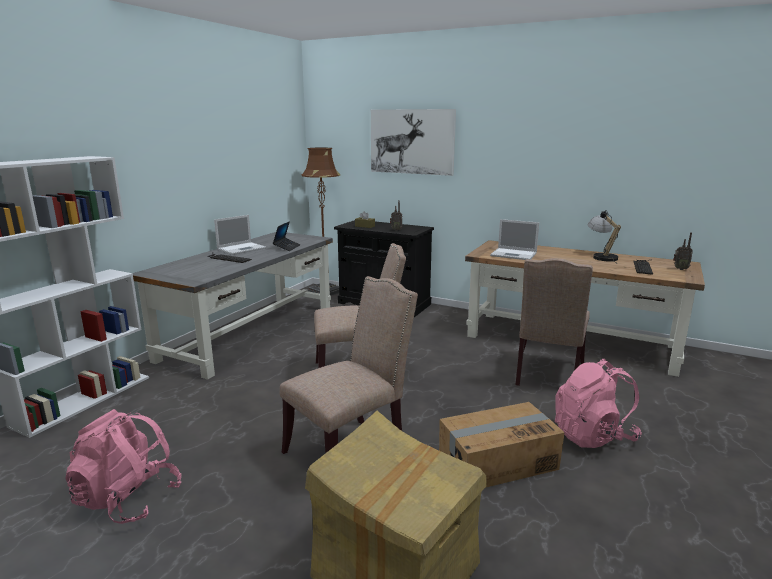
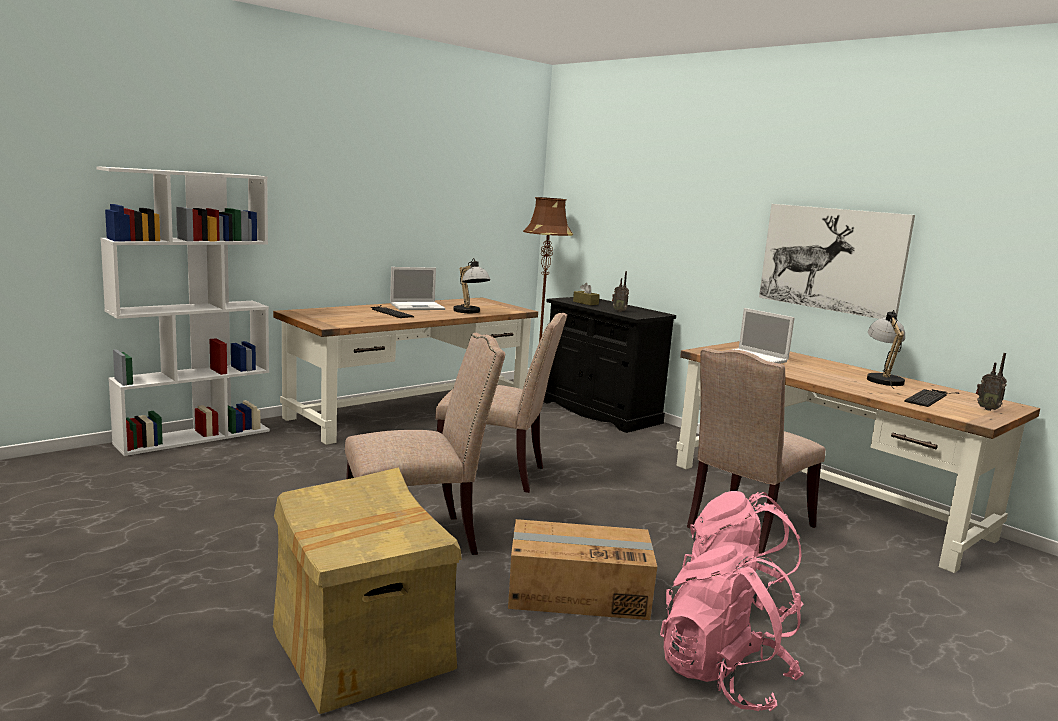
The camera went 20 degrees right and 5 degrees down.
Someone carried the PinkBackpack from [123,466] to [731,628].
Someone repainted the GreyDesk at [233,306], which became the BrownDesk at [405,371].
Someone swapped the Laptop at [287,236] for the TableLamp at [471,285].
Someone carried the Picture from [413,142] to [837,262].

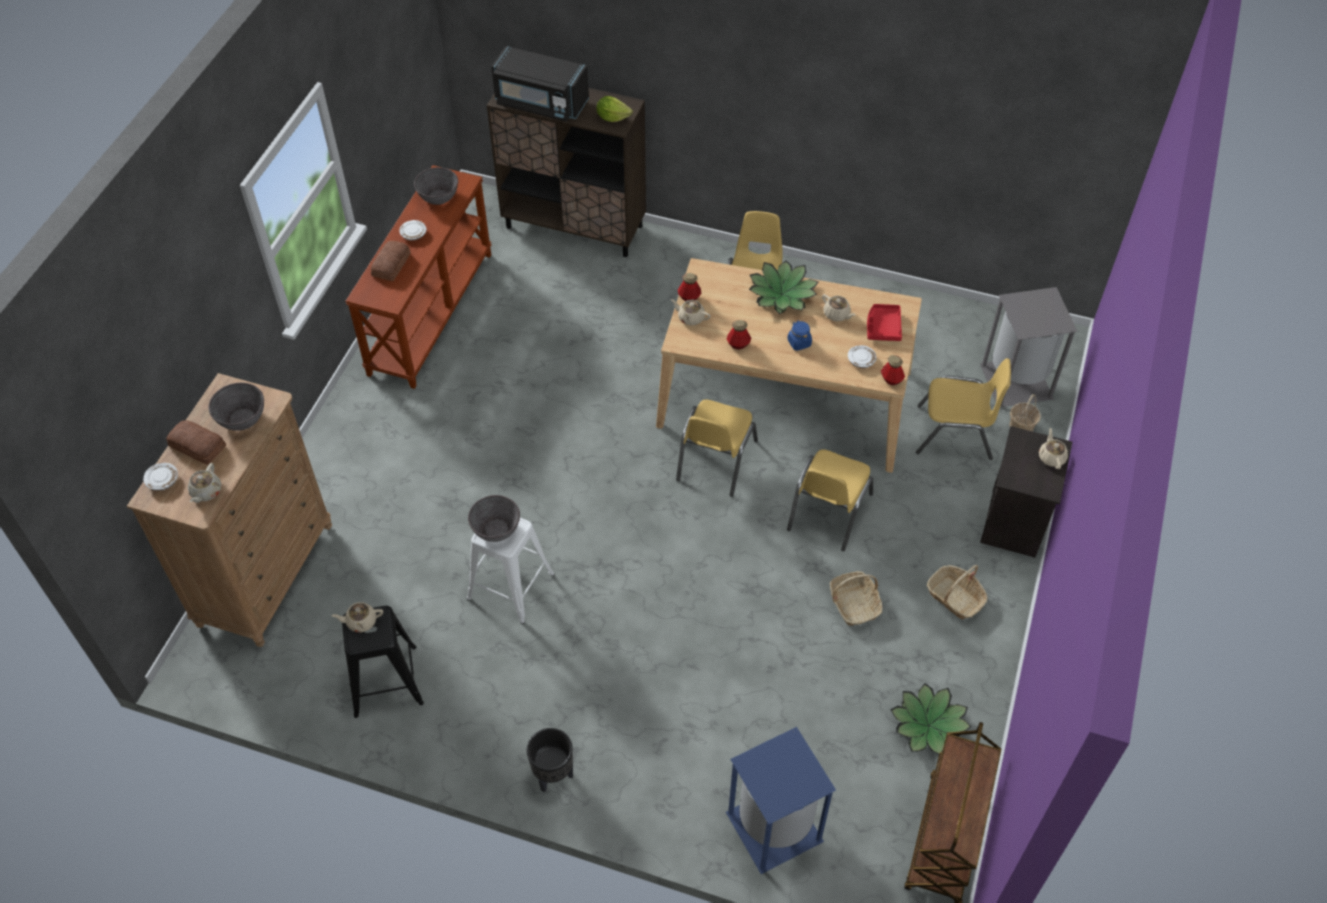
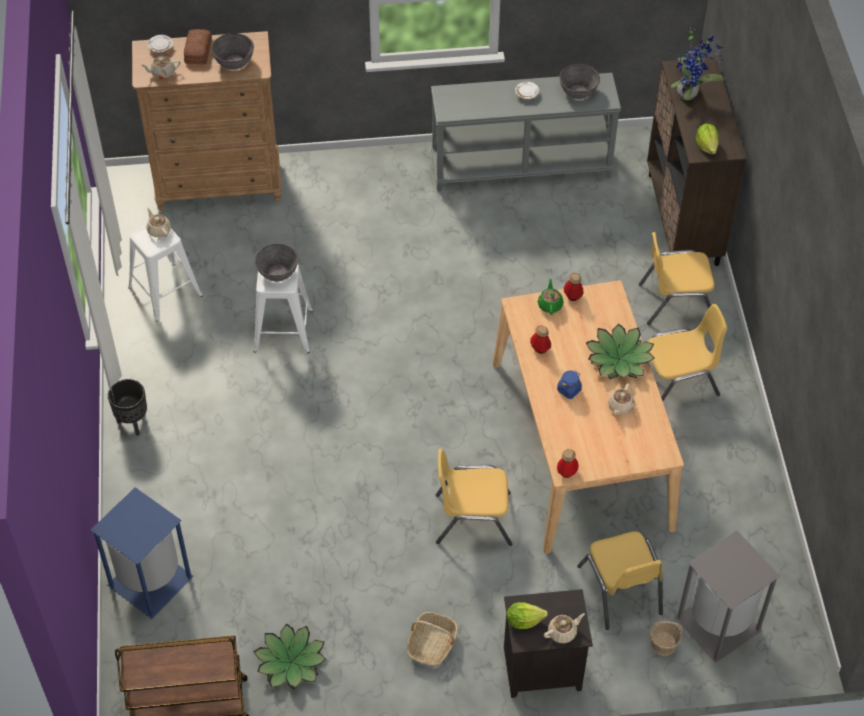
The camera went 65 degrees right and 0 degrees up.
Someone repainted the BlackStool at [383,662], which became the WhiteStool at [165,273].
Someone repainted the BrownConsoleTable at [418,277], which became the GreyConsoleTable at [526,132].
Someone took away the Bread at [391,261].
Someone swapped the BlackMicrowave at [540,84] for the PottedPlant at [697,64].
Someone repainted the BeigeTeapot at [691,312], which became the GreenTeapot at [550,296].
Someone carried the YellowChair from [717,448] to [677,278].
Someone took away the Basket at [856,598].
Someone took away the WhitePlate at [862,356].
Someone took away the RedTray at [884,322].
Someone put down the Lettuce at [527,615].

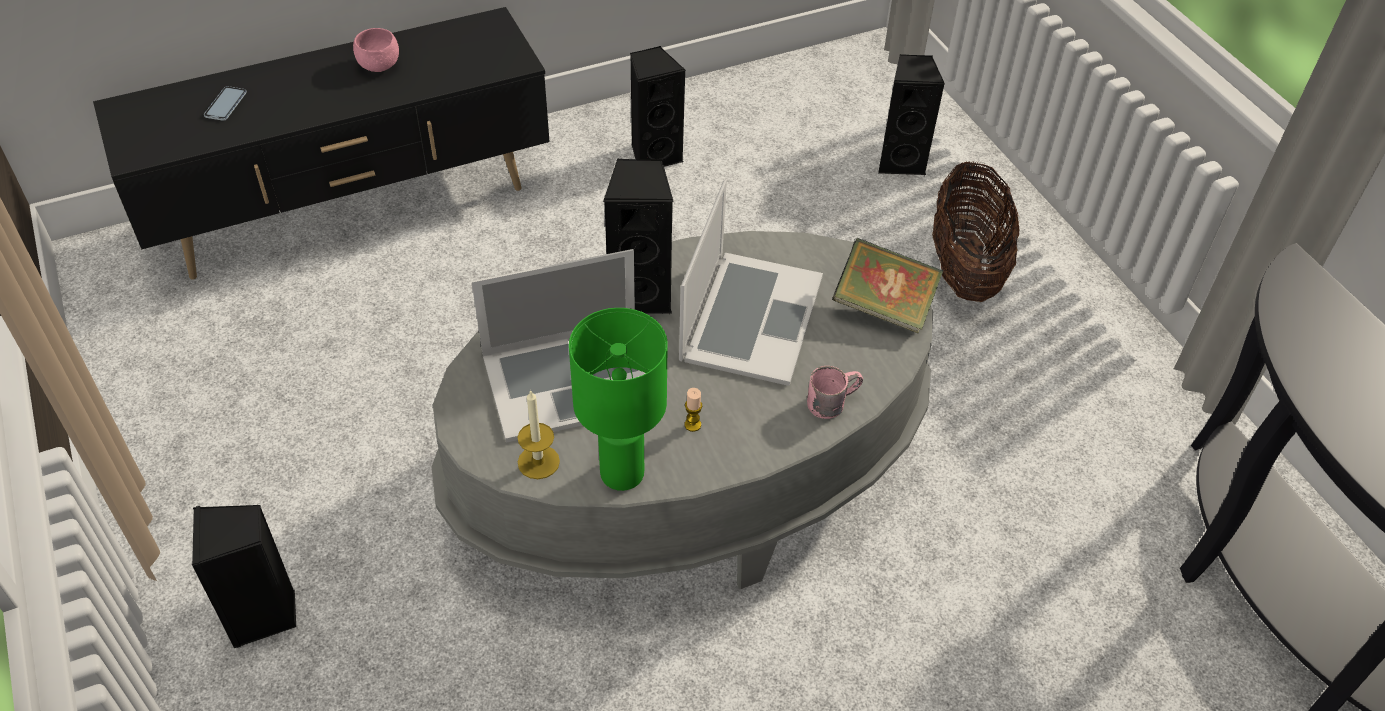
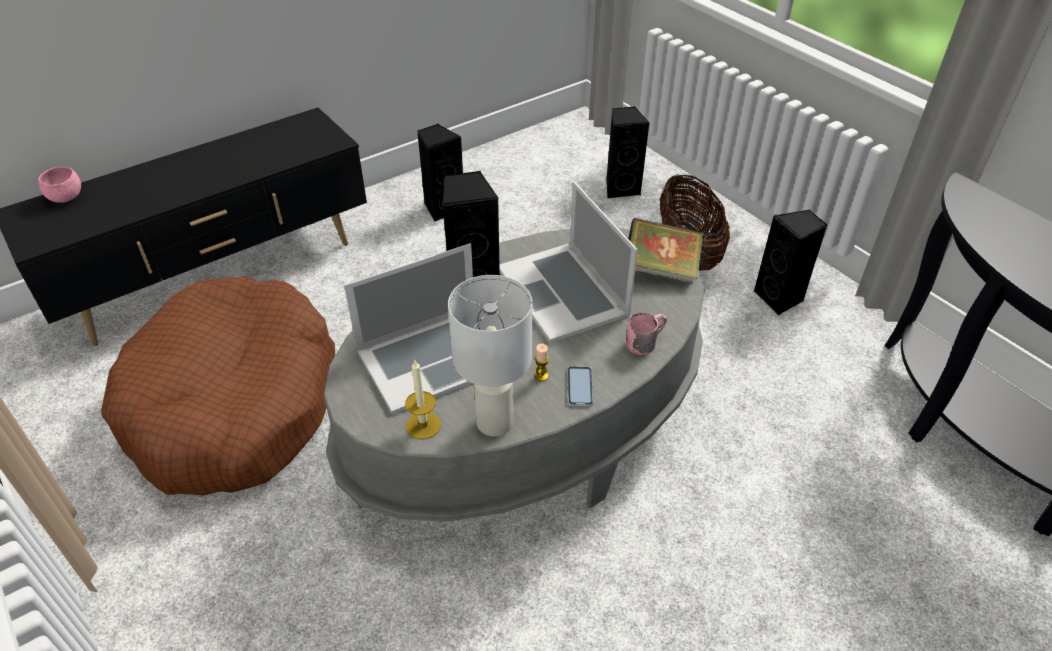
The camera went 10 degrees left and 5 degrees down.
Someone carried the BlackSpeaker from [244,576] to [791,262].
Someone carried the Phone from [225,103] to [580,386].
Someone carried the PinkBowl from [376,50] to [59,185].
Someone repainted the GreenTableLamp at [618,399], which became the WhiteTableLamp at [490,356].
Someone rotated the Laptop at [751,283] by 150 degrees clockwise.
Someone put down the BrownDogBed at [218,385].

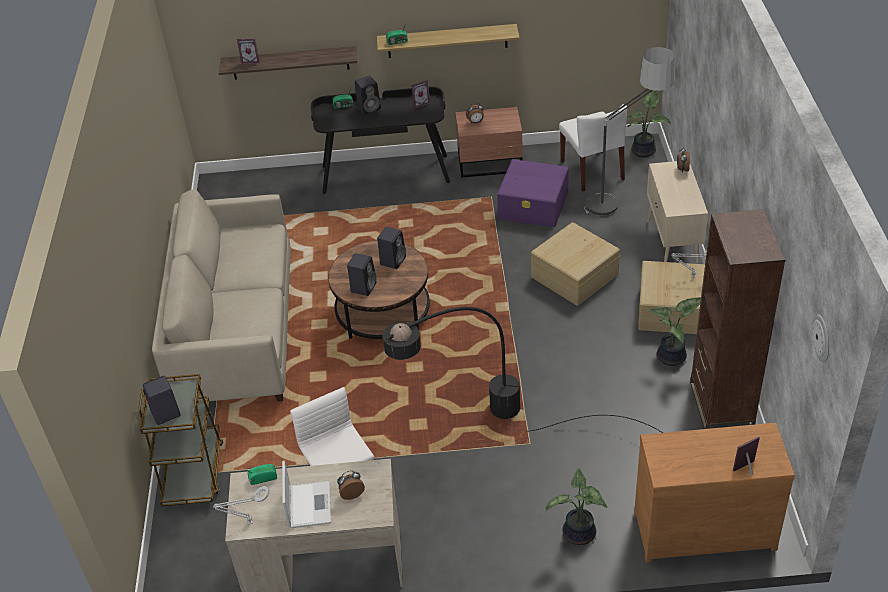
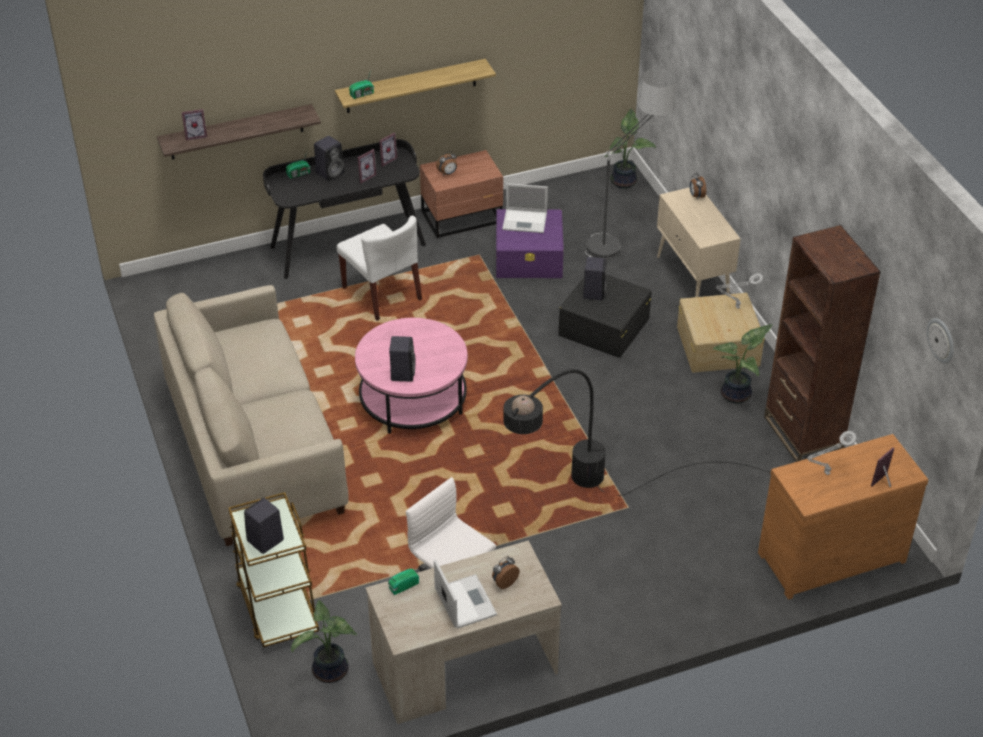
The camera went 20 degrees left and 0 degrees up.
Someone carried the GreyTableLamp from [241,505] to [832,453].
Someone repainted the BrownCoffeeTable at [379,289], which became the PinkCoffeeTable at [411,376].
Someone carried the BlackSpeaker from [391,248] to [595,278].
Someone repainted the BeigeStorageBox at [575,264], which became the BlackStorageBox at [605,316].
Someone carried the PottedPlant from [577,506] to [324,641].
Someone carried the WhiteChair from [593,147] to [379,268].
Someone put down the PictureFrame at [367,166].
Someone put down the Laptop at [525,208].

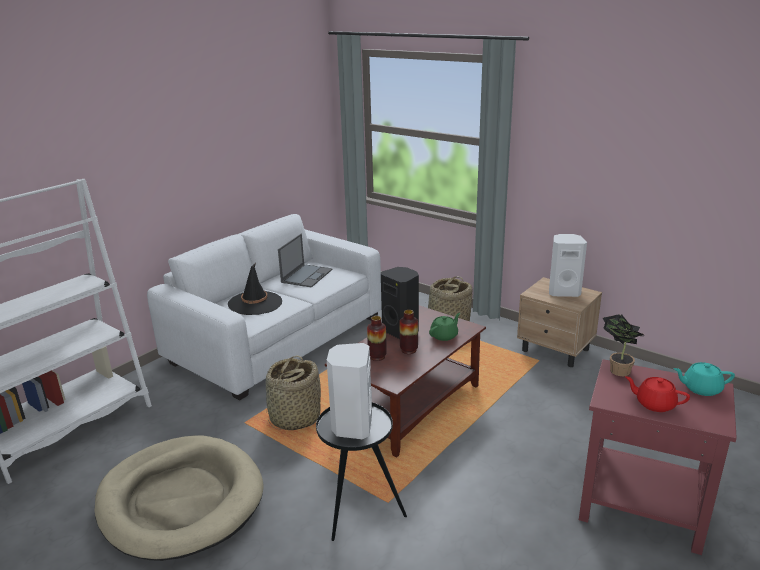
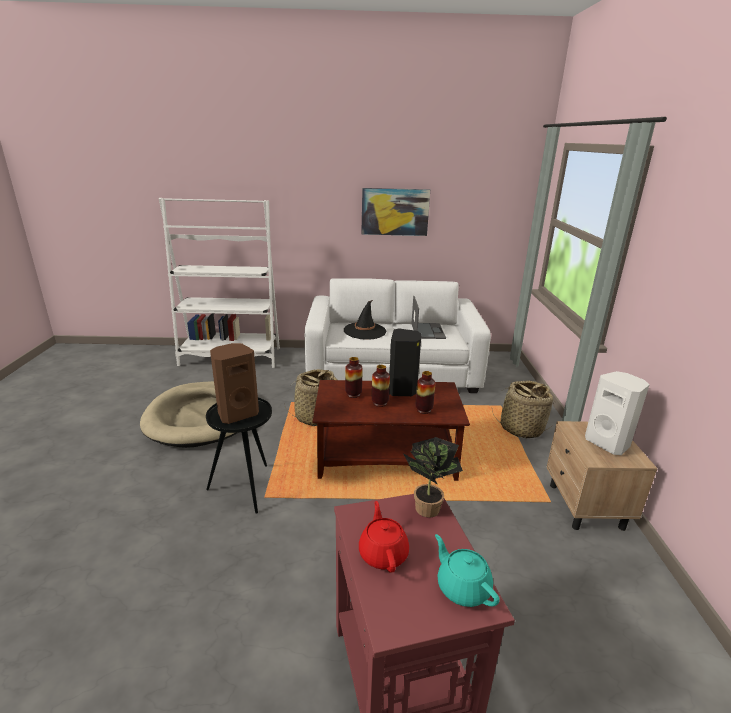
The camera went 50 degrees right and 0 degrees up.
Someone rotated the Laptop at [305,261] by 75 degrees counterclockwise.
Someone repainted the WhiteSpeaker at [349,391], which became the BrownSpeaker at [234,383].
Someone swapped the GreenTeapot at [444,327] for the Vase at [425,392].
Someone put up the Picture at [395,212].

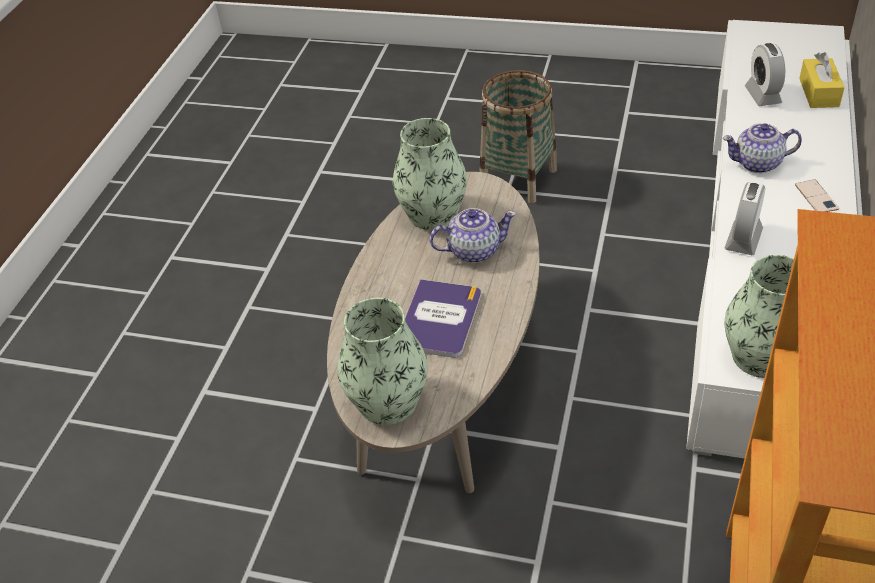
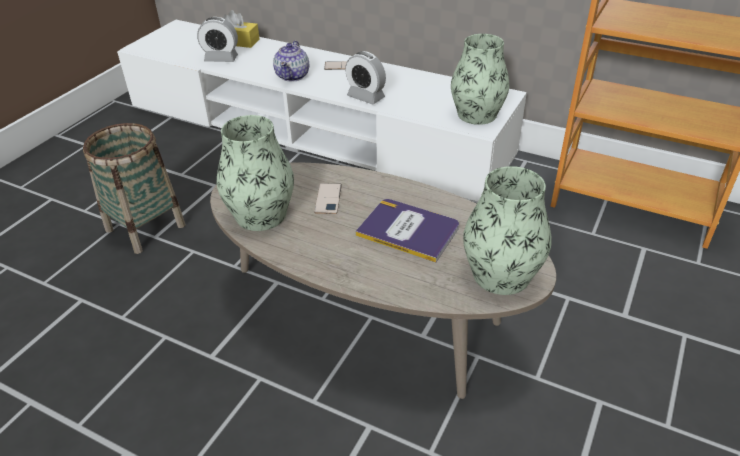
The camera went 80 degrees left and 5 degrees down.
Someone swapped the Teapot at [472,235] for the Phone at [328,198].

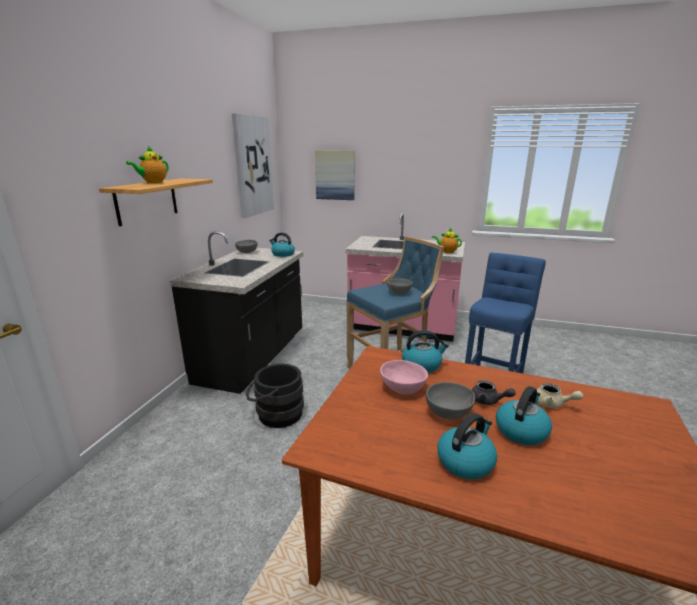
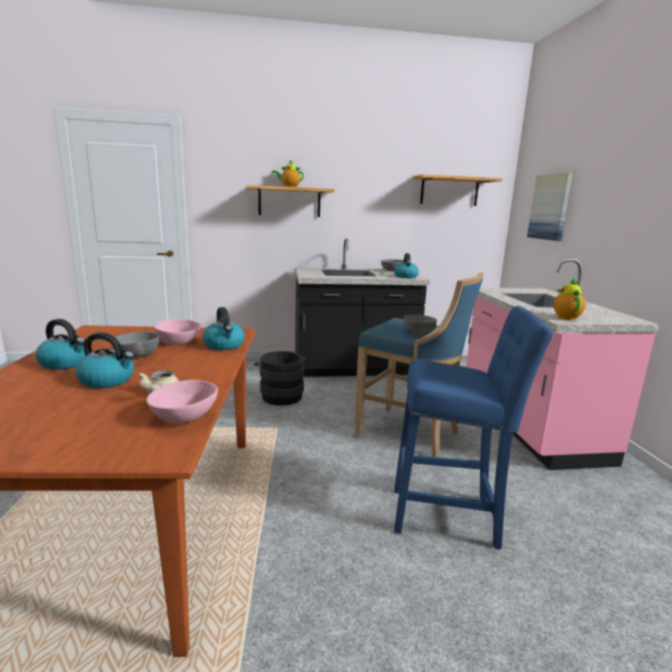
The camera went 65 degrees right and 5 degrees down.
Someone swapped the Picture at [253,165] for the Shelf at [458,190].
Someone took away the GreyTeapot at [494,392].
Someone put down the PinkBowl at [182,401].

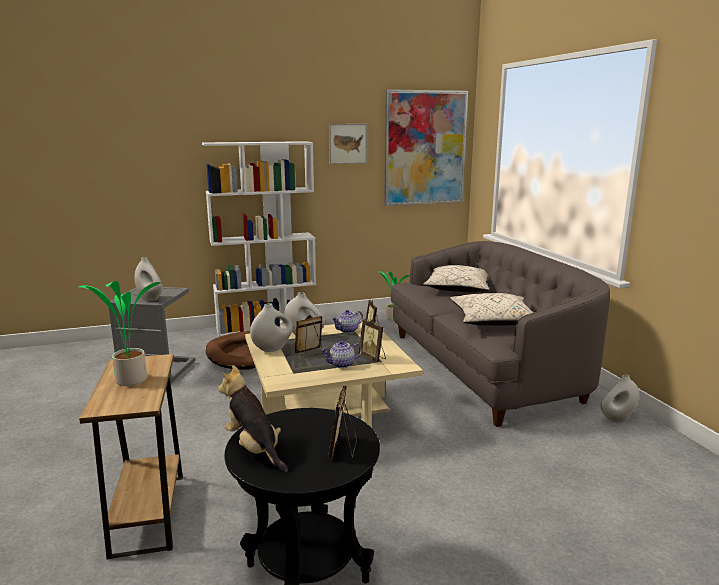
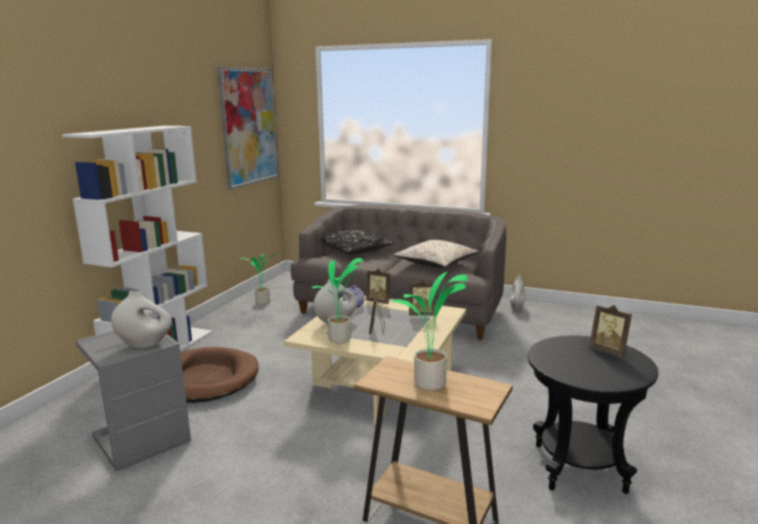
The camera went 50 degrees left and 0 degrees up.
Someone took away the PlushToy at [253,419].
Someone swapped the WhiteVase at [271,327] for the PottedPlant at [337,300].
Someone took away the Teapot at [341,354].
Someone took away the Picture at [348,144].
Someone repainted the BeigePillow at [456,278], which became the BlackPillow at [358,242].

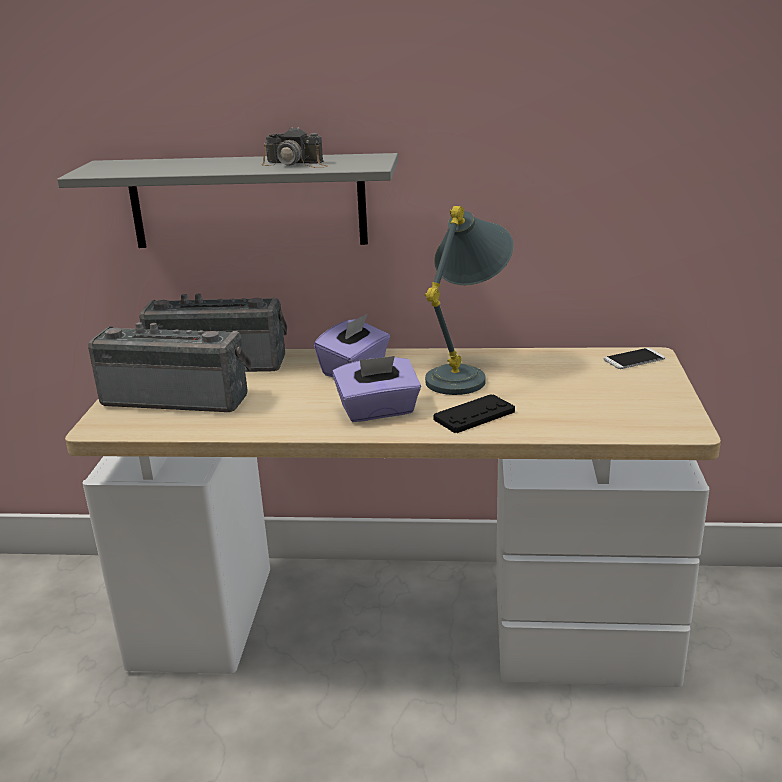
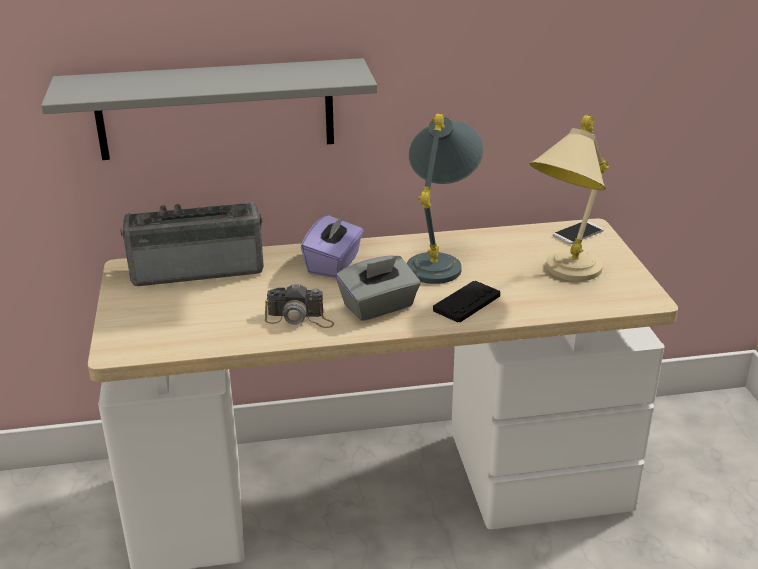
The camera went 15 degrees left and 5 degrees up.
Someone took away the Radio at [170,367].
Someone carried the PhotoCamera from [295,147] to [299,305].
Someone repainted the PurpleTissueBox at [376,389], which became the GreyTissueBox at [378,288].
Someone put down the BeigeTableLamp at [570,198].

